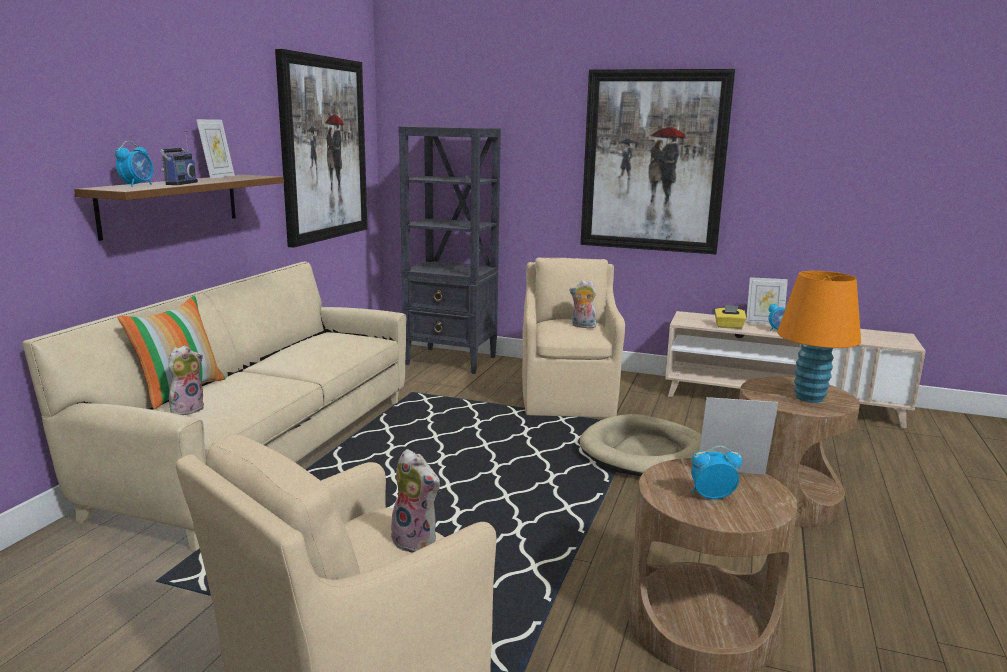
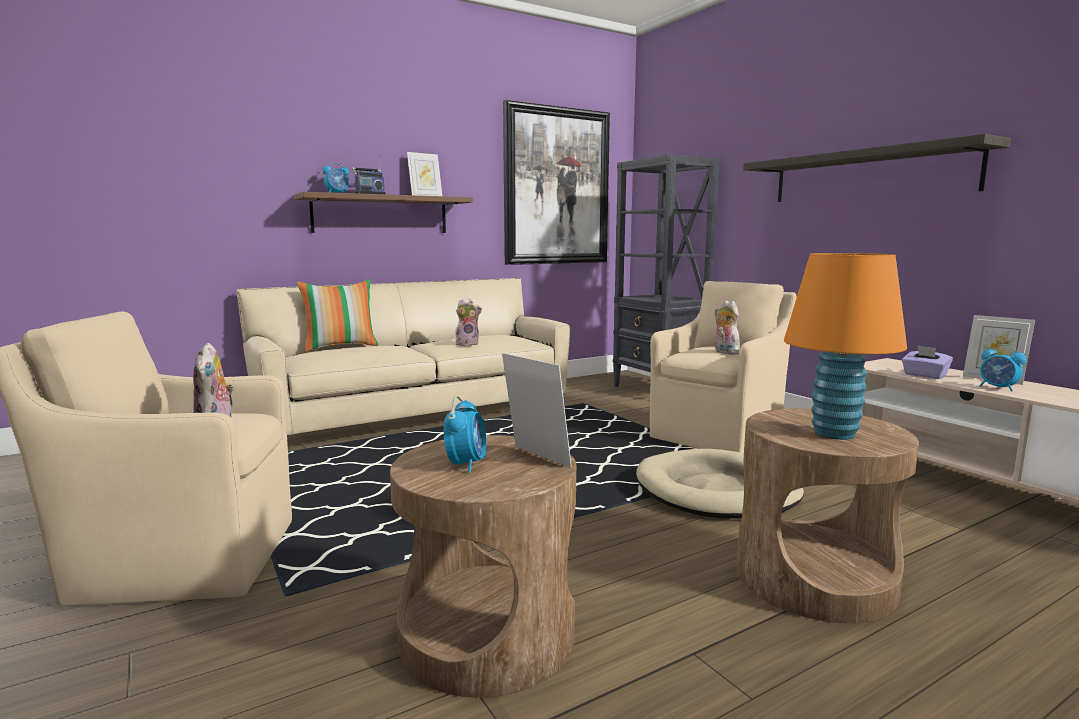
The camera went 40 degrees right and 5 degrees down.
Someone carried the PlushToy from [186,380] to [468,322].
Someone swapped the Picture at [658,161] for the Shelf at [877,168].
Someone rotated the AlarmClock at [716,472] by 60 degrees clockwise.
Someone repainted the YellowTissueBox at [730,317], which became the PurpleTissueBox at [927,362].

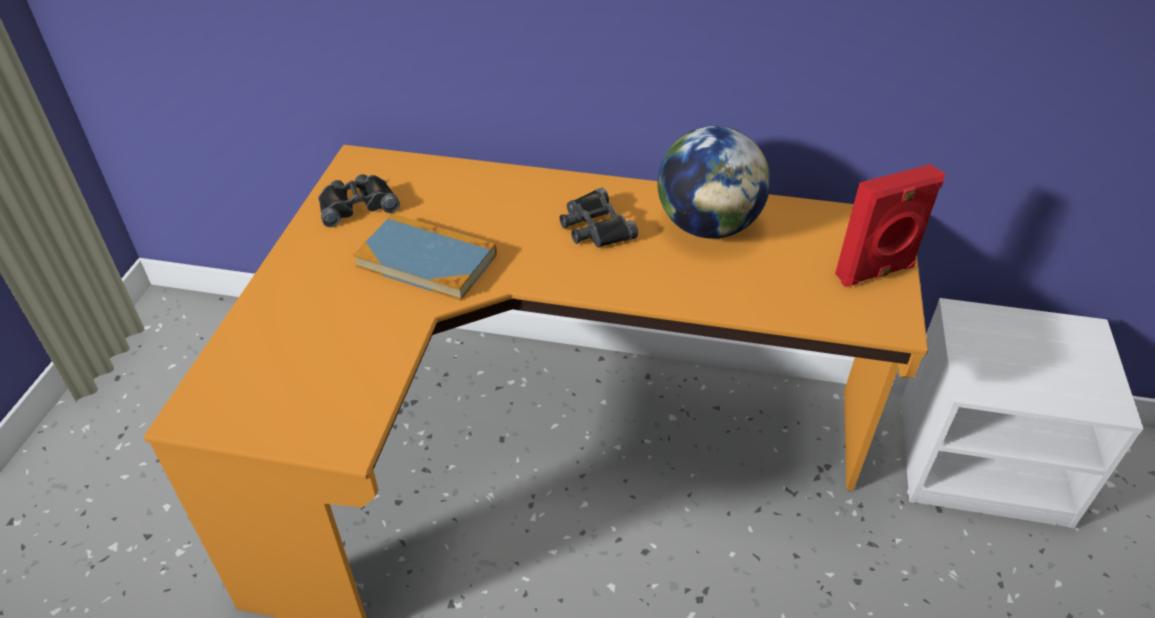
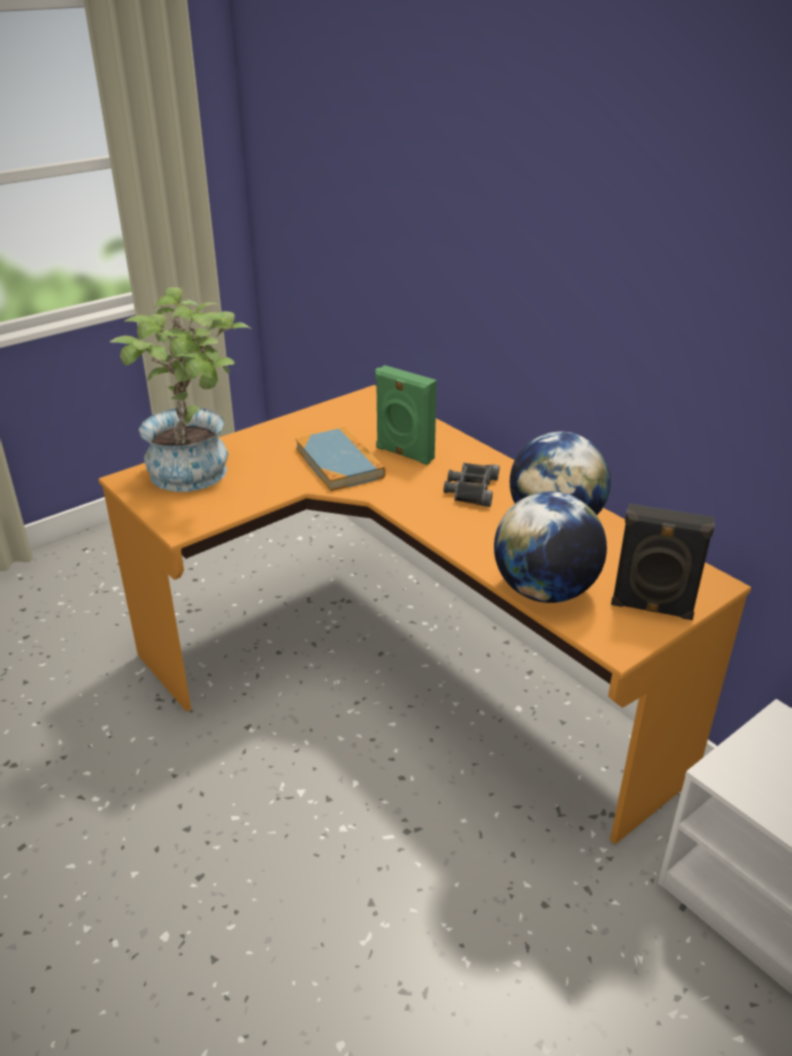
The camera went 40 degrees right and 10 degrees down.
Someone took away the BlackBinoculars at [359,200].
Someone repainted the RedSpeaker at [890,225], which became the BlackSpeaker at [663,562].
Someone put down the PottedPlant at [181,389].
Someone put down the GreenSpeaker at [406,415].
Someone put down the Globe at [550,547].

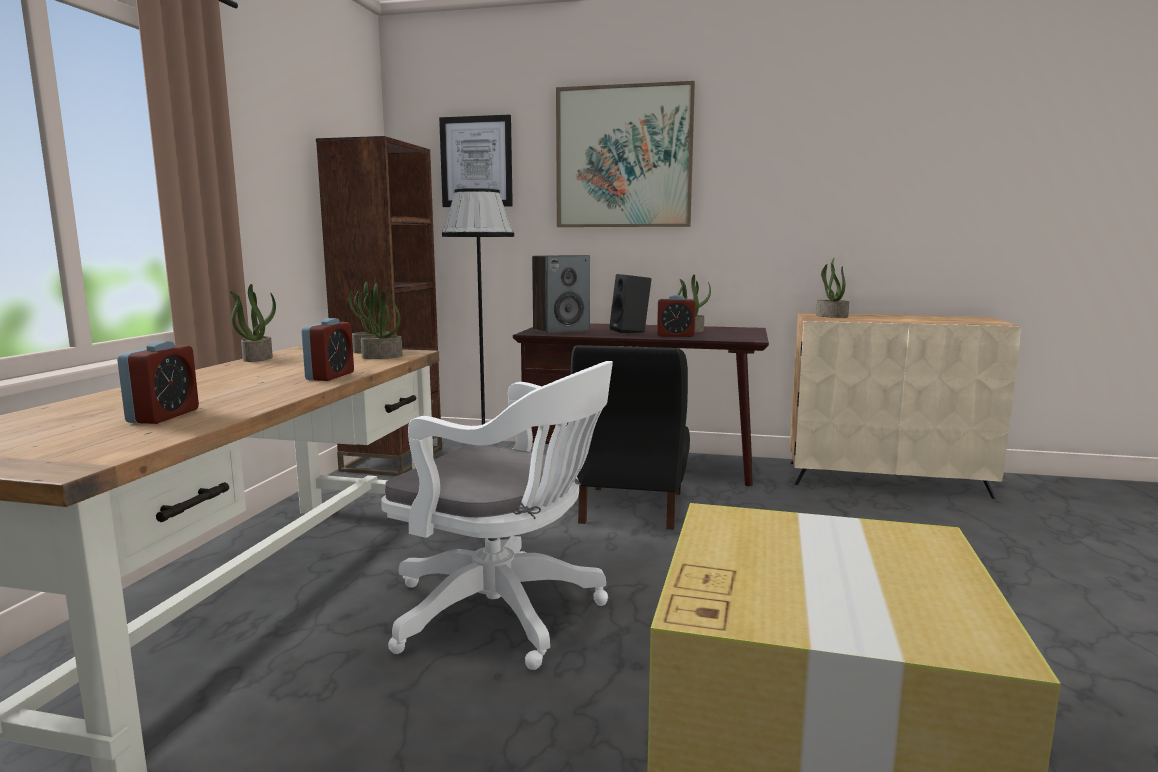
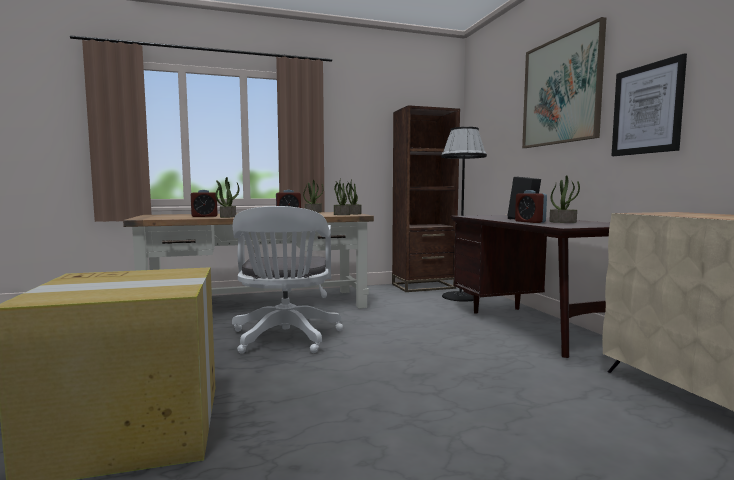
The camera went 60 degrees right and 5 degrees down.
Someone carried the Picture from [476,161] to [649,104].
Someone took away the Speaker at [561,294].
Someone took away the BlackChair at [630,437].
Someone carried the PottedPlant from [832,288] to [227,197].

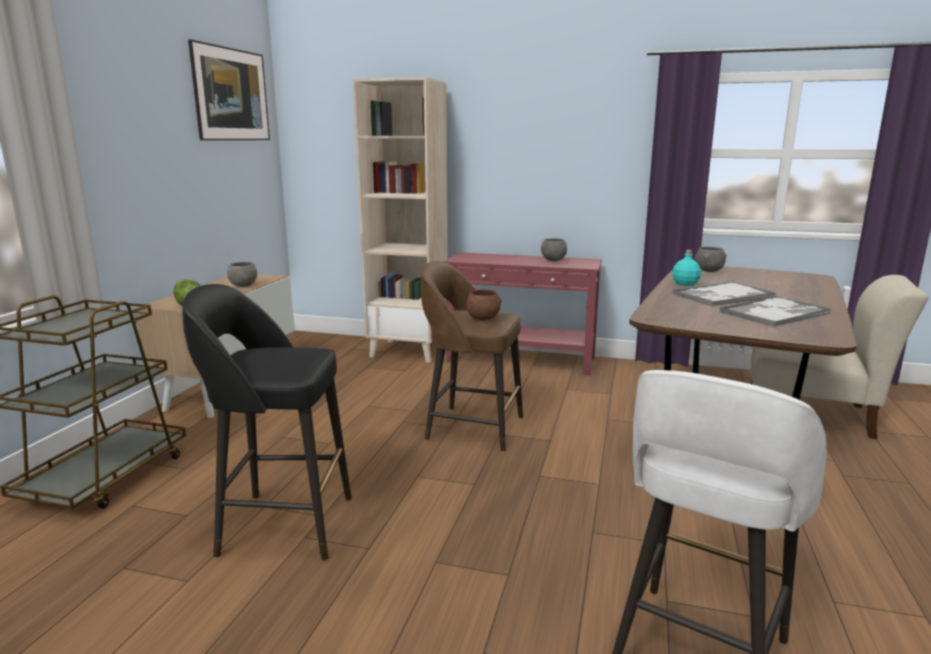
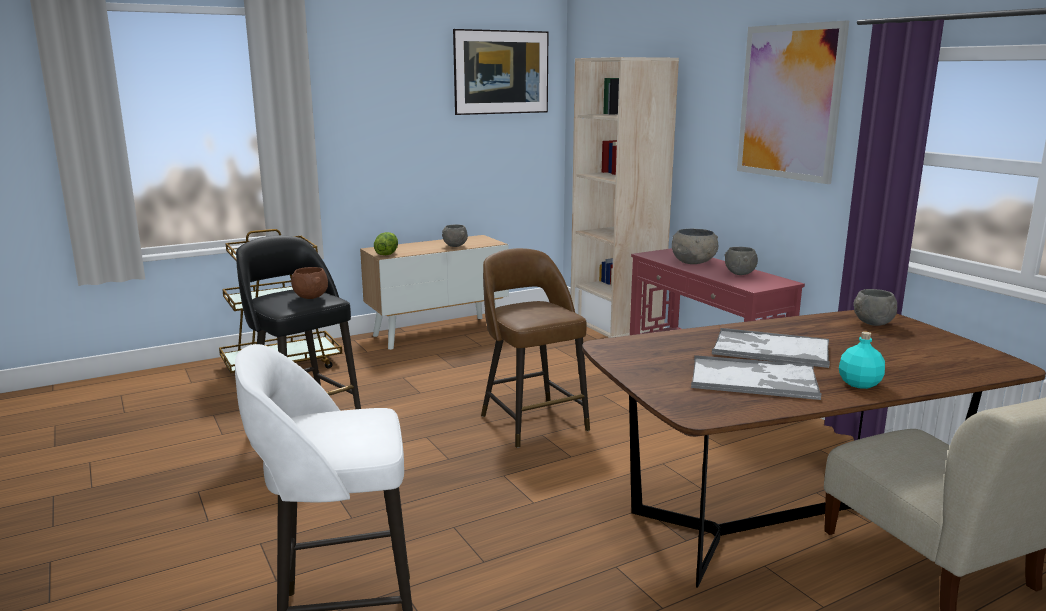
The camera went 45 degrees right and 0 degrees up.
Someone carried the BrownBowl from [484,305] to [309,283].
Someone carried the TurquoiseBottle from [686,268] to [862,360].
Someone put down the GreyBowl at [695,246].
Someone put up the Picture at [793,102].

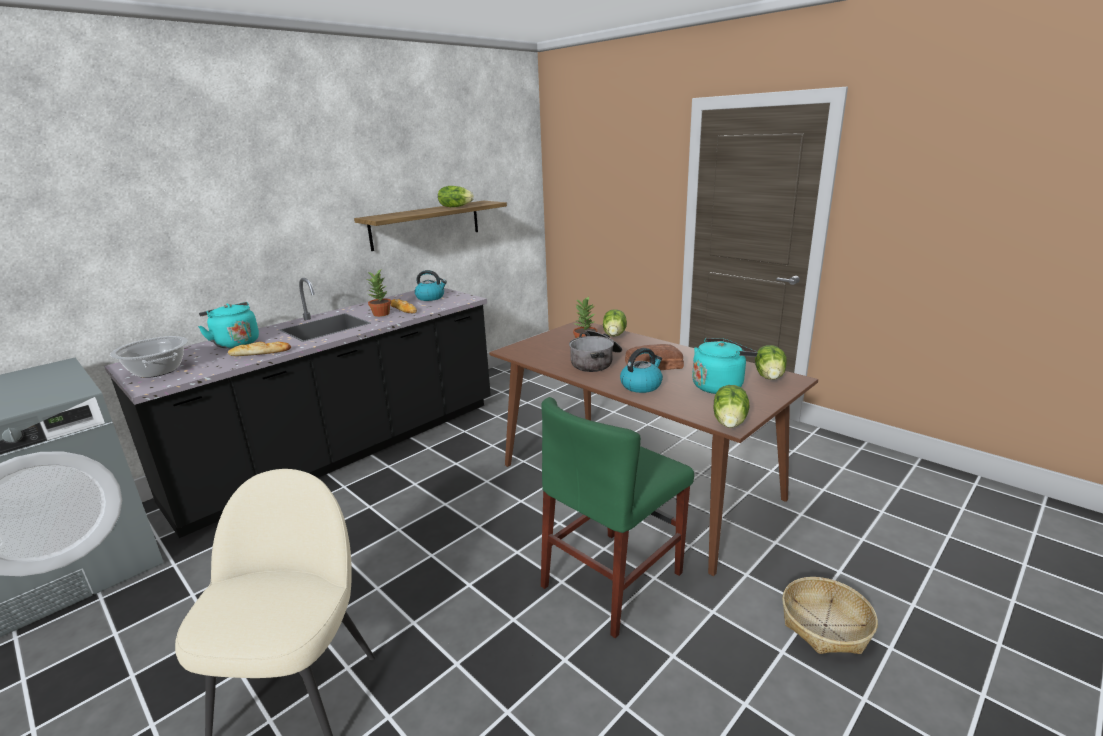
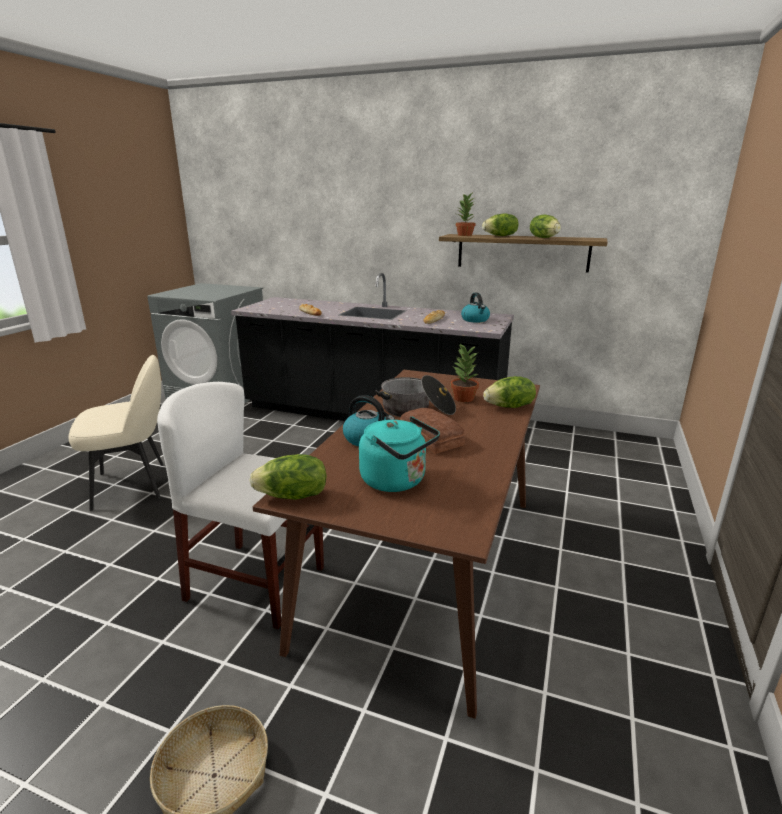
The camera went 65 degrees right and 0 degrees up.
Someone took away the CookingPot at [149,357].
Someone took away the TurquoiseKettle at [228,325].
Someone carried the PottedPlant from [379,292] to [466,214].
Someone repainted the GreenChair at [617,517], which became the WhiteChair at [240,505].
Someone carried the Lettuce from [771,362] to [500,225].

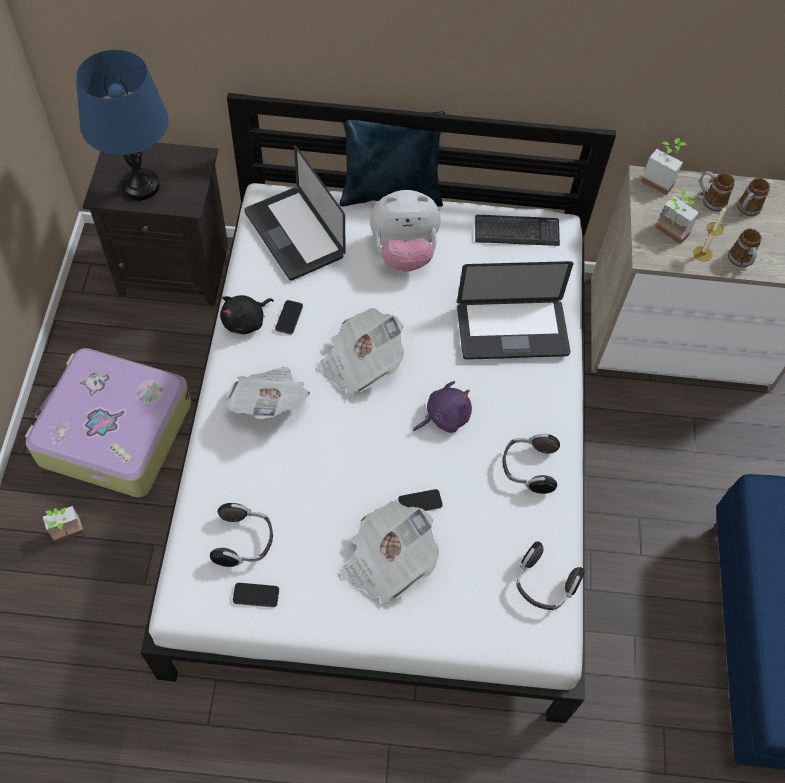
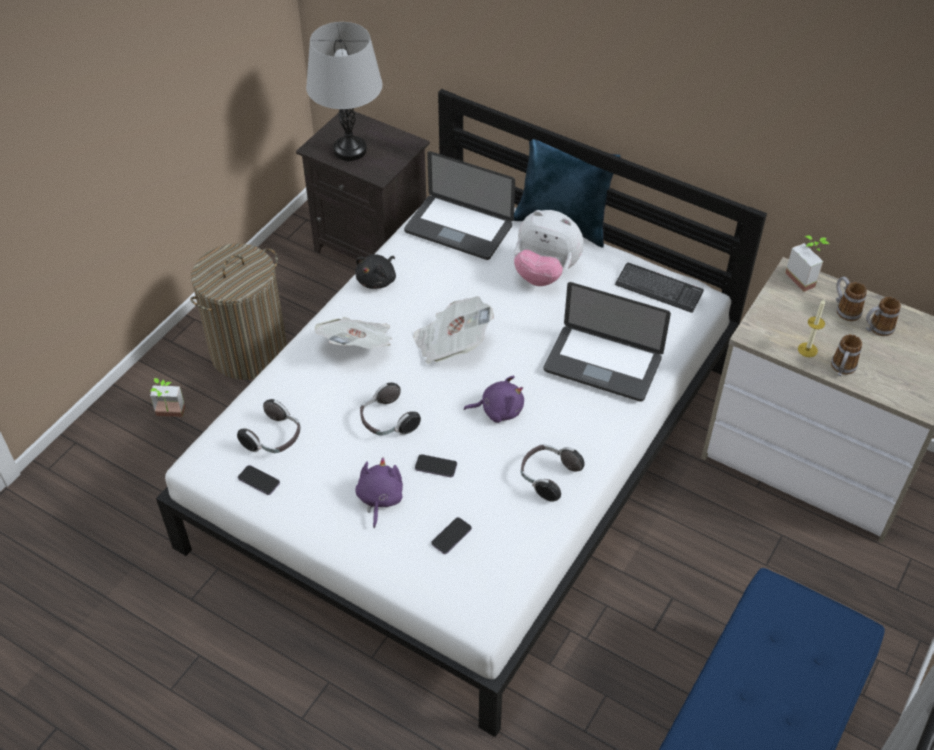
The camera went 30 degrees right and 10 degrees down.
Someone swapped the Suitcase at [108,422] for the LaundryBasket at [238,311].
Someone repainted the BlueTableLamp at [122,125], which became the GreyTableLamp at [344,91].
Someone rotated the BlackPlushToy at [247,314] by 45 degrees counterclockwise.
Someone rotated the Laptop at [294,212] by 60 degrees counterclockwise.
Someone carried the Phone from [289,317] to [451,535].
Someone swapped the Newspaper at [390,552] for the PurplePlushToy at [379,492].
Someone carried the Headphones from [550,576] to [390,409].
Someone took away the PottedPlant at [677,216].

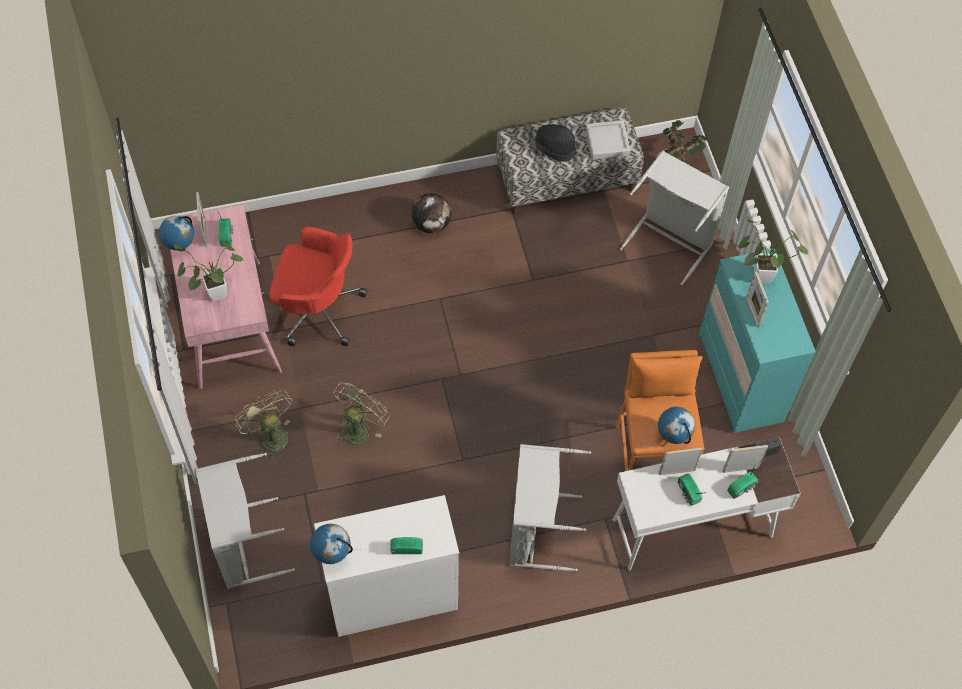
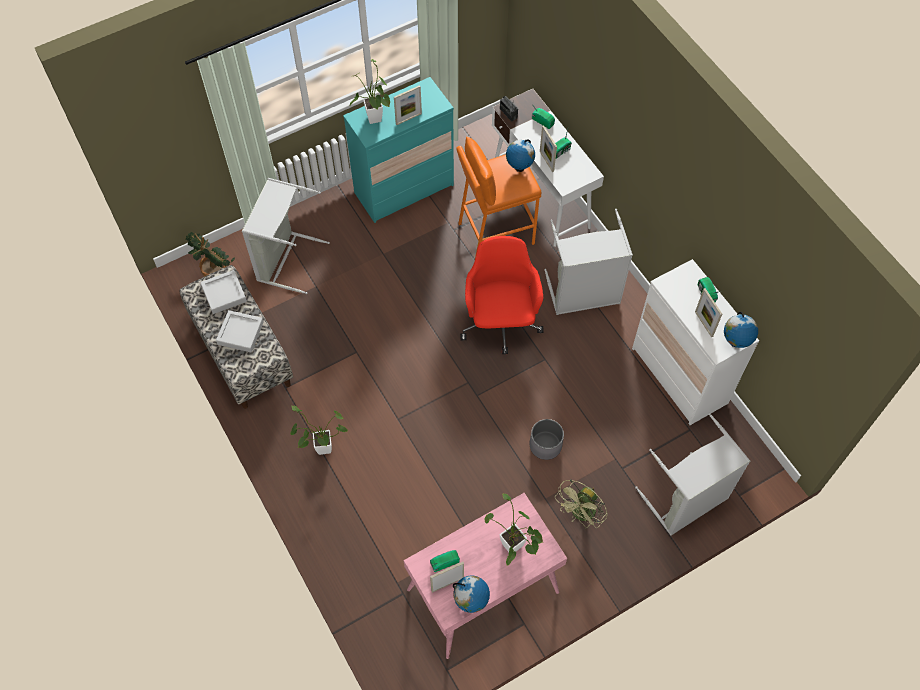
The camera went 105 degrees left and 0 degrees up.
Someone carried the RedOfficeChair from [318,286] to [502,295].
Someone swapped the GreenFan at [361,414] for the GreyPlanter at [547,439].
Someone swapped the Globe at [431,213] for the PottedPlant at [319,430].
Someone swapped the BlackHat at [555,143] for the GreyTray at [240,331].
Someone carried the PictureFrame from [745,459] to [708,312].

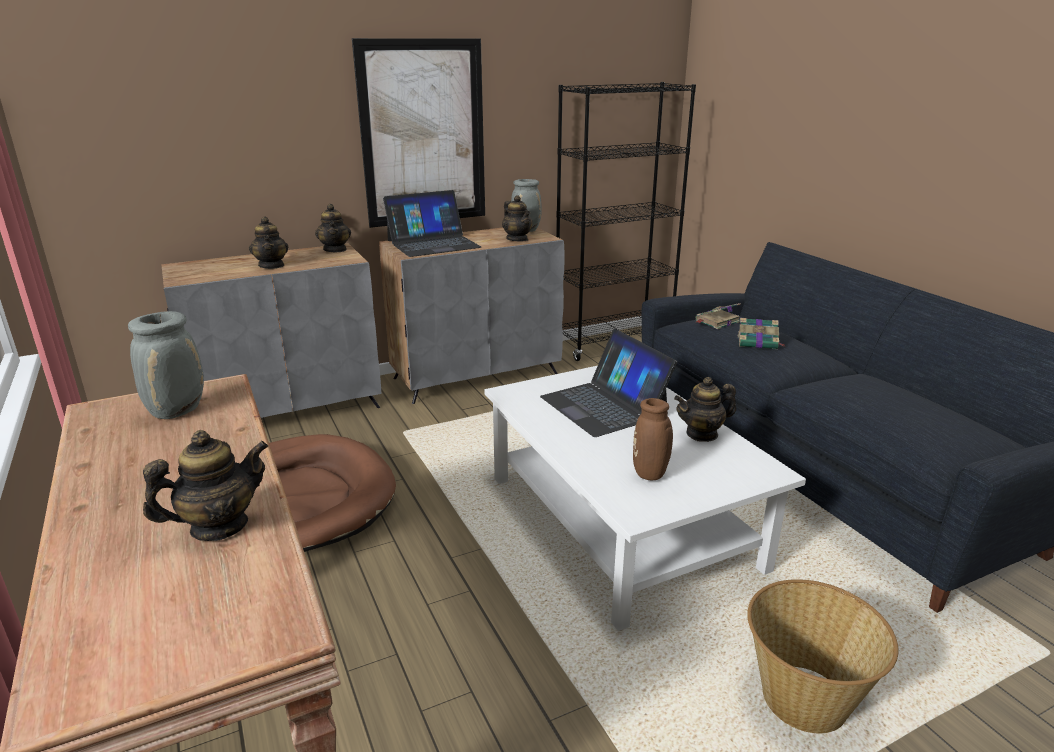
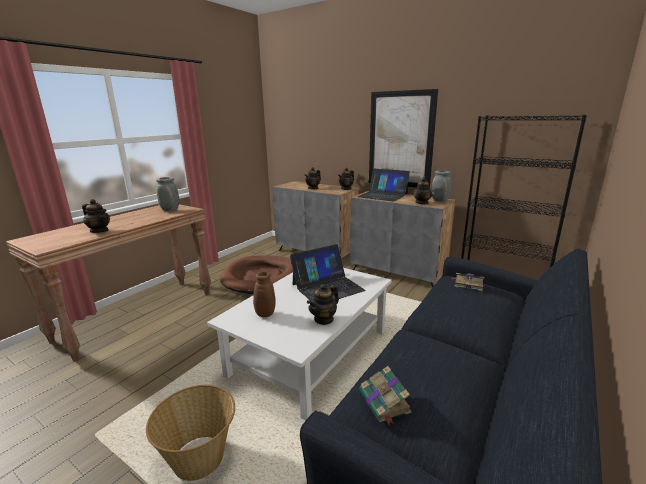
The camera went 60 degrees right and 5 degrees down.
Someone rotated the Laptop at [608,383] by 150 degrees counterclockwise.
Someone rotated the Teapot at [705,409] by 90 degrees counterclockwise.
Someone carried the Book from [761,333] to [385,395].

